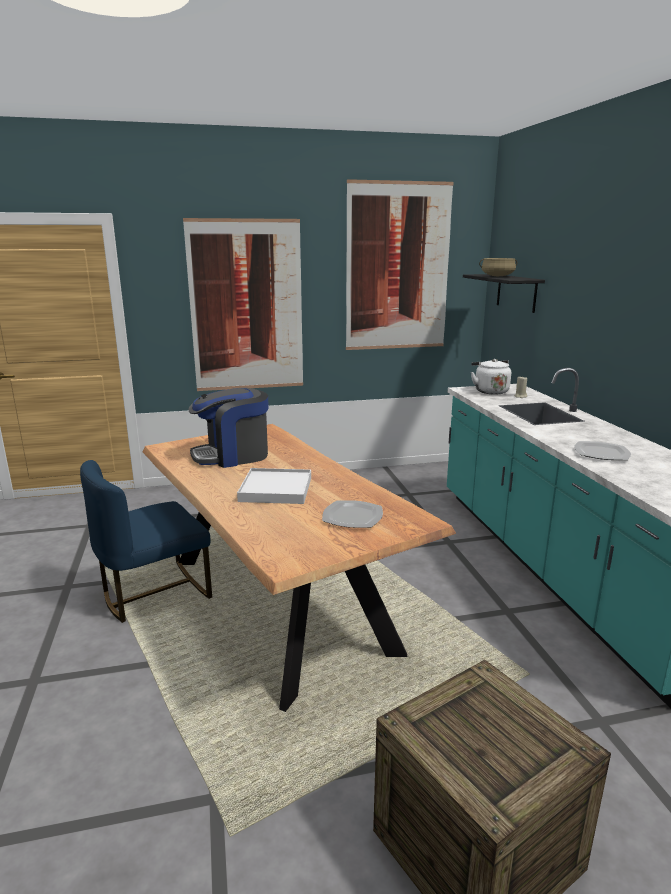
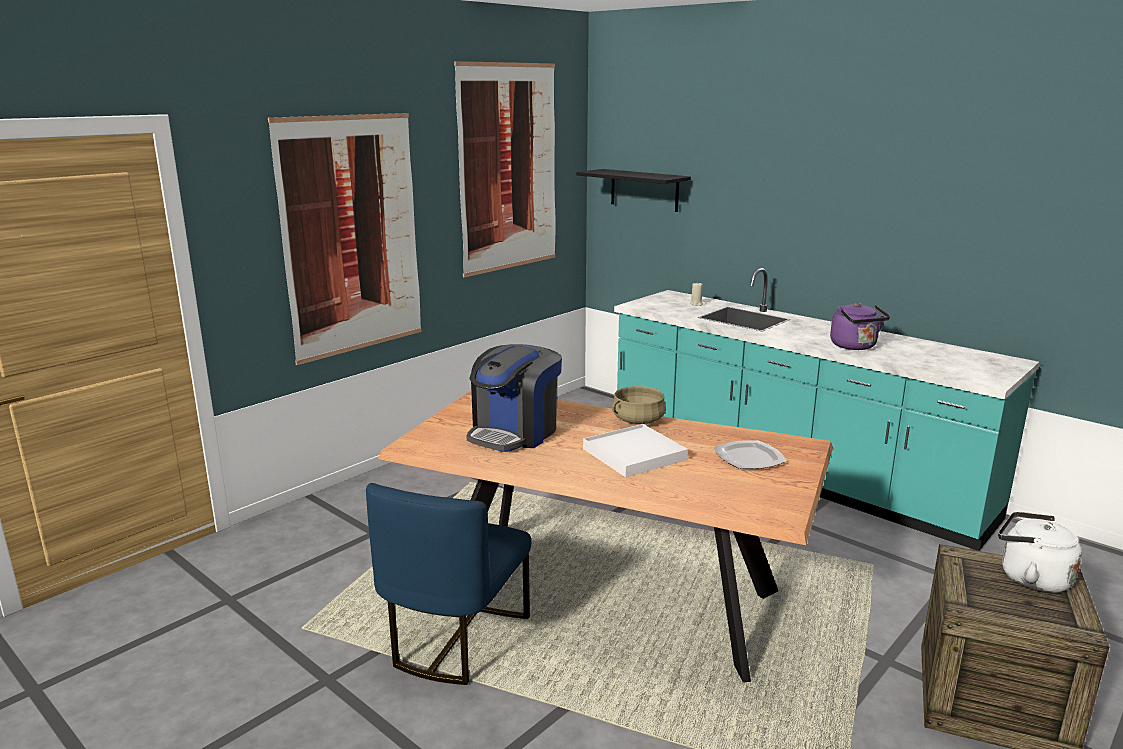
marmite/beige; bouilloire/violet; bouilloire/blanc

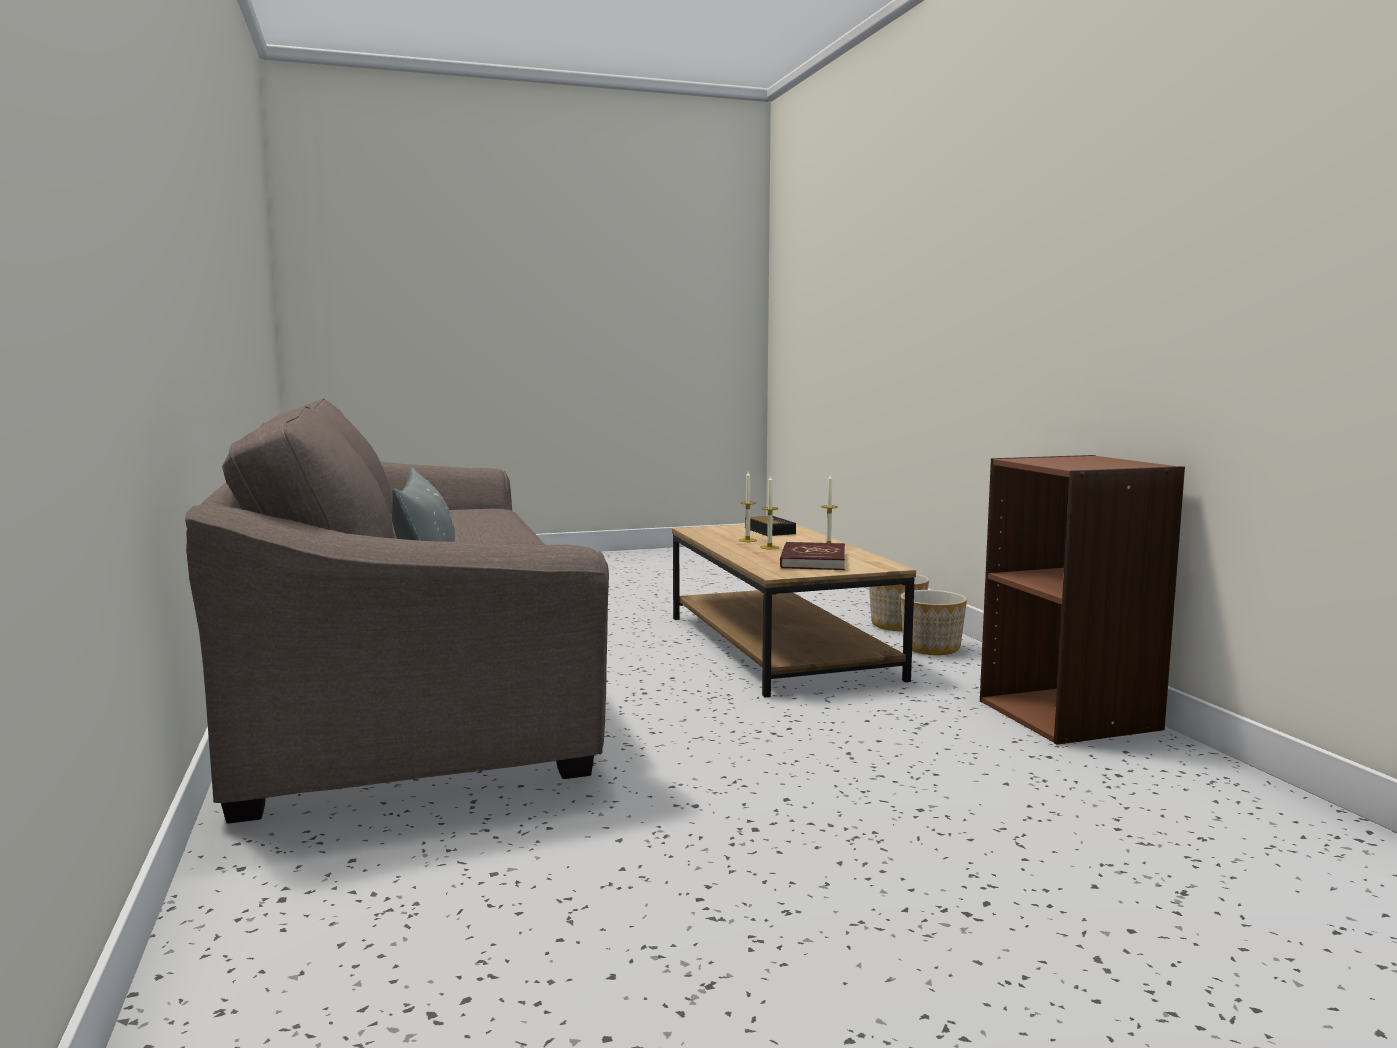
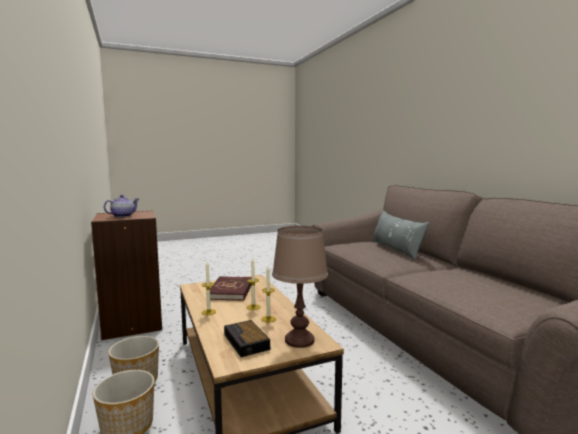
théière; lampe de table/marron

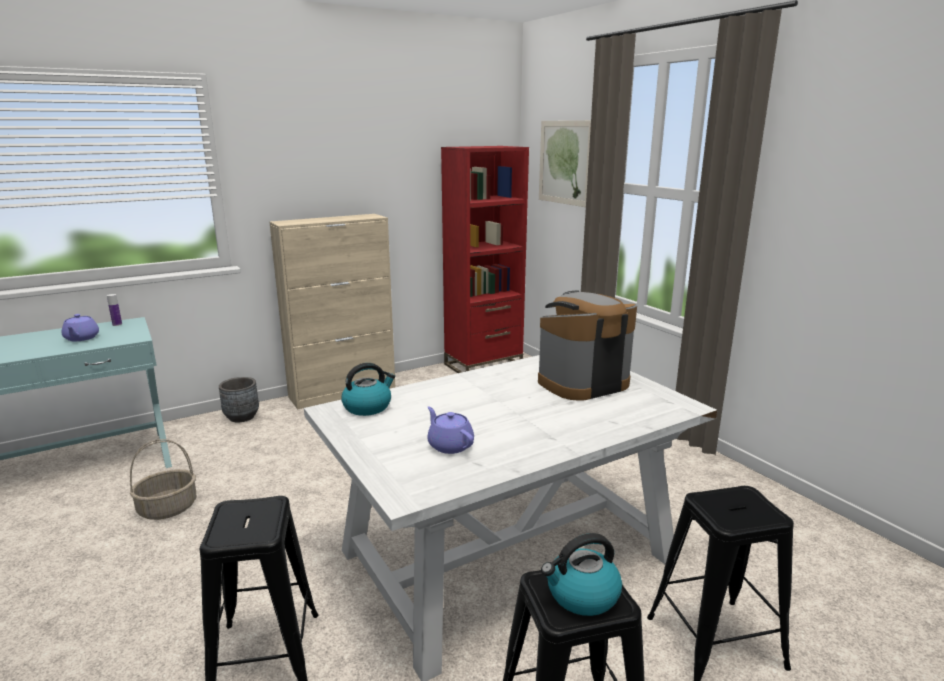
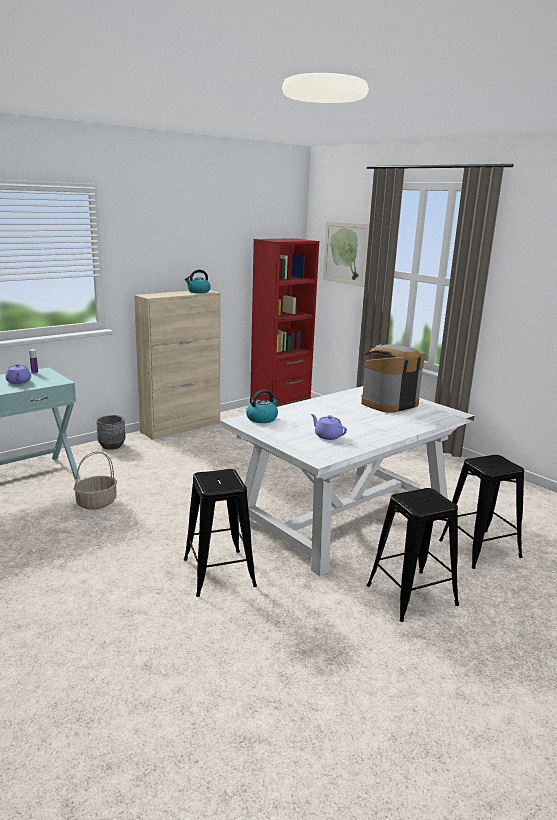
bouilloire (1st from left)

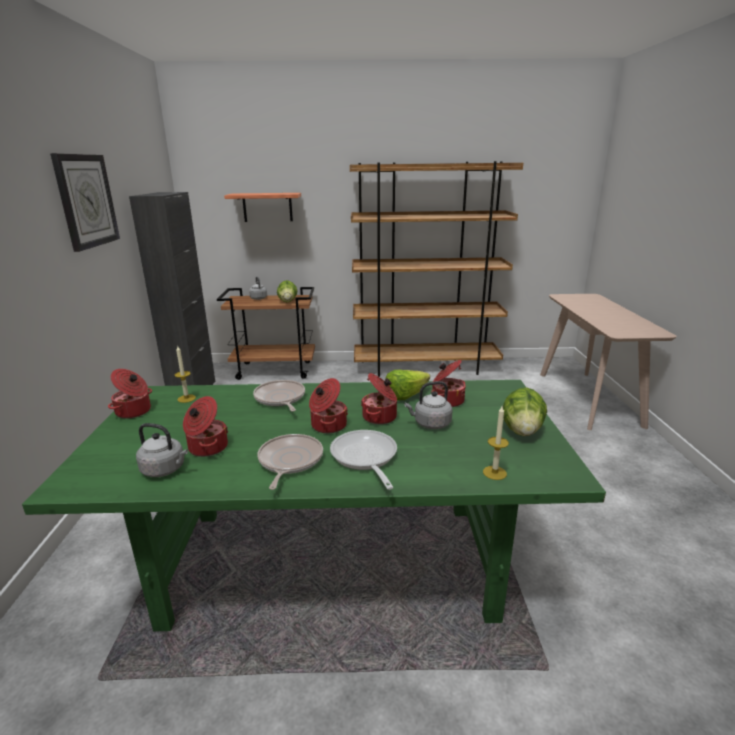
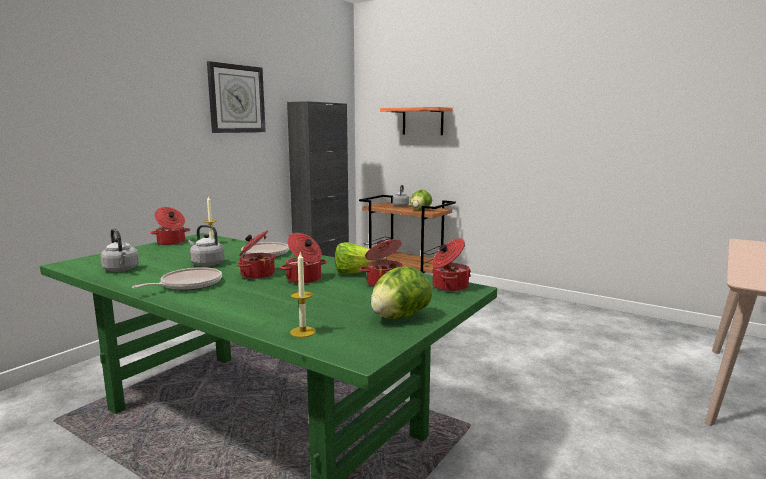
bouilloire/gris (2nd from left); marmite (5th from left); poêle (3rd from left in the first image); bibliothèque/marron

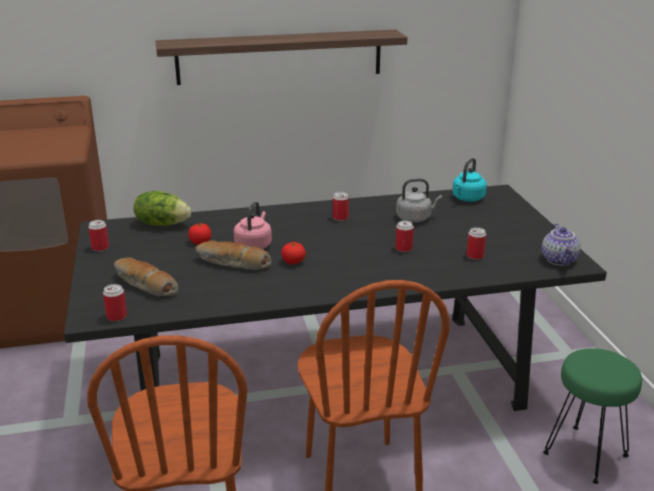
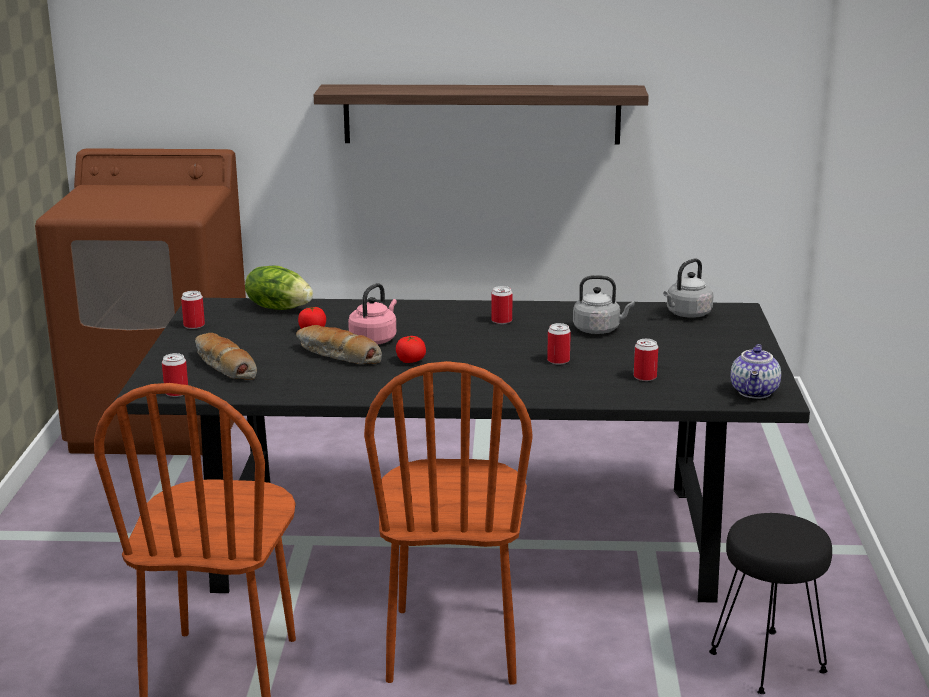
bouilloire/gris (2nd from left); tabouret/noir

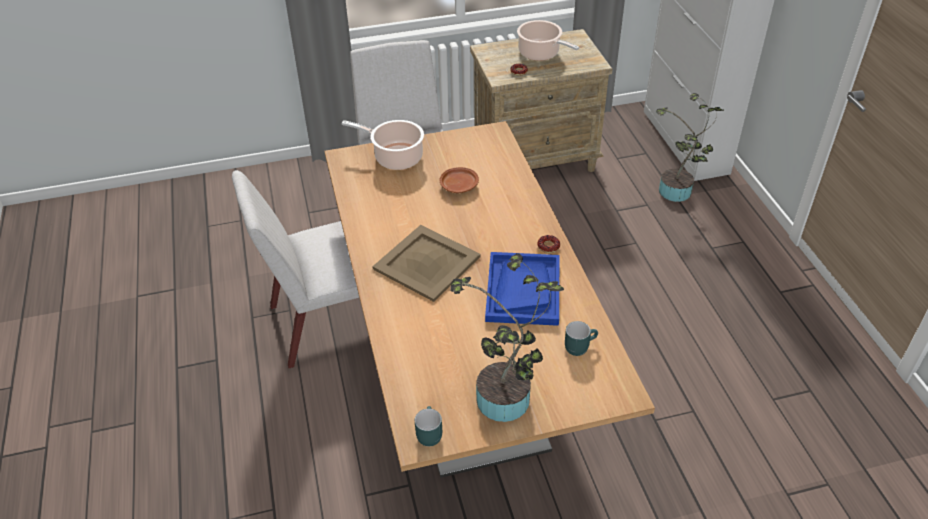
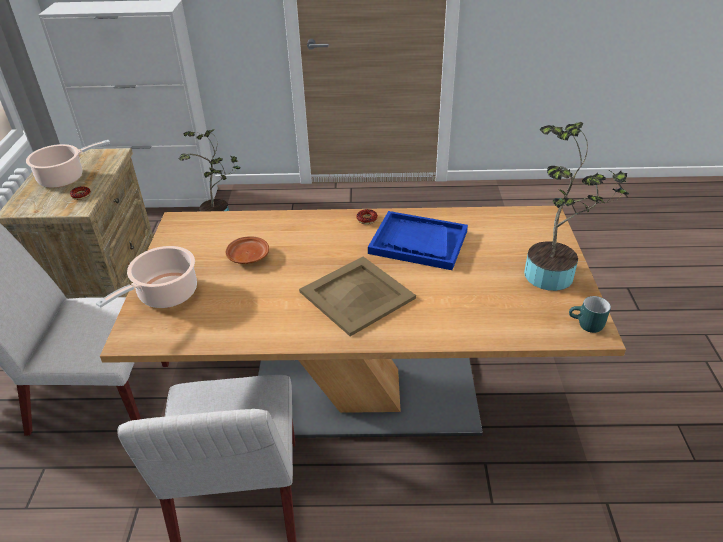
mug/turquoise (2nd from left in the first image)

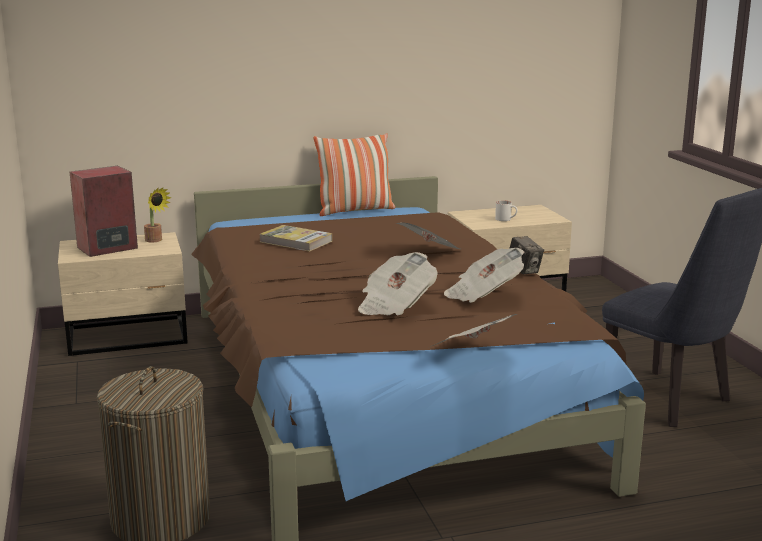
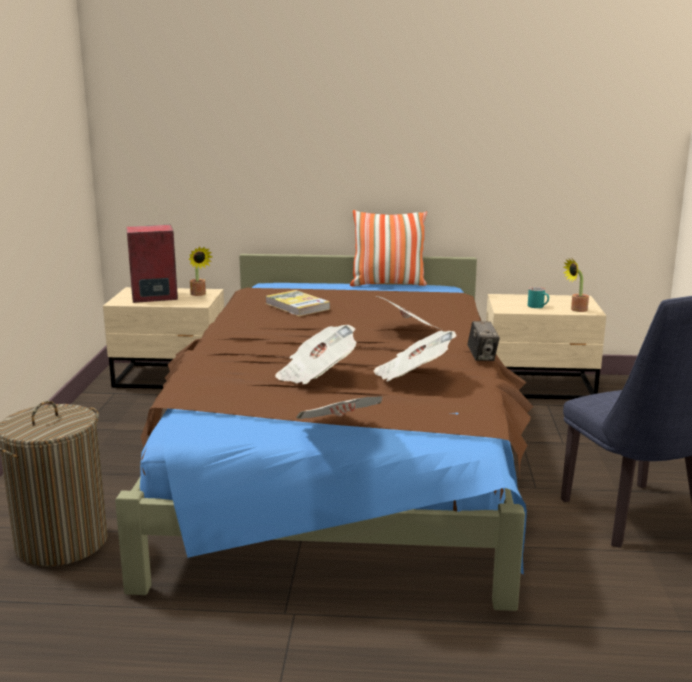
mug/turquoise; plante en pot (2nd from left)

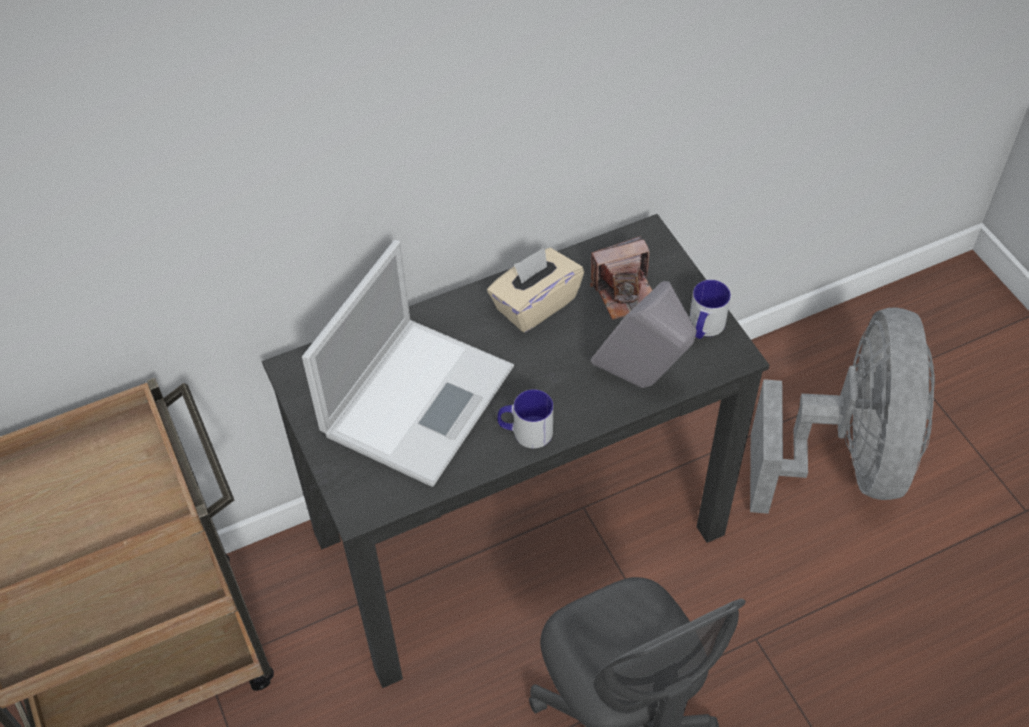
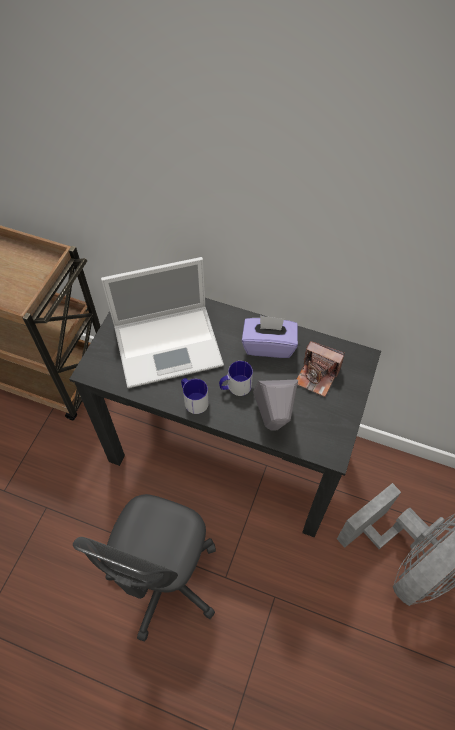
mug (2nd from left); boîte à mouchoirs/violet

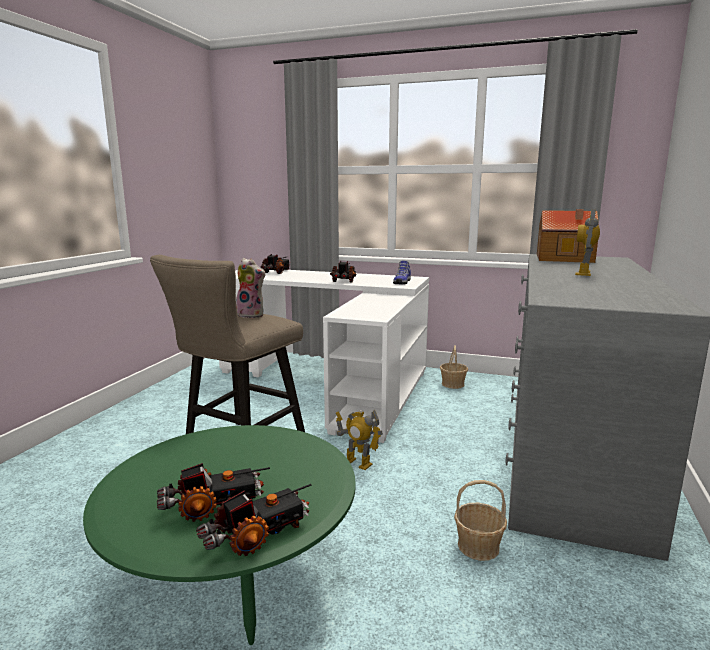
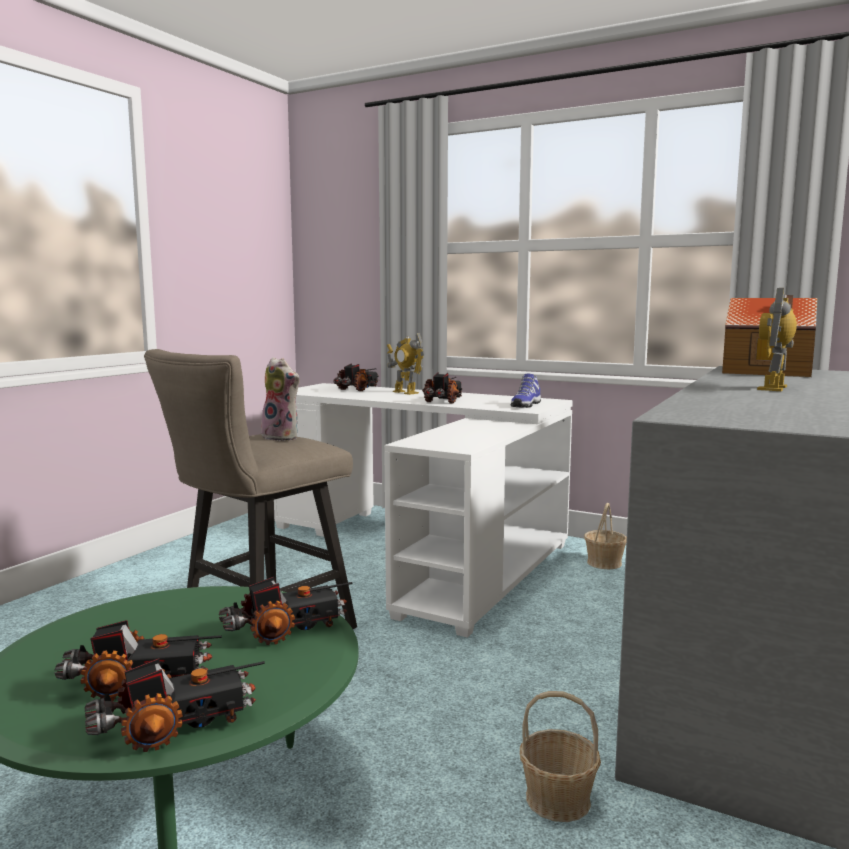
camion jouet (3rd from left); robot jouet (1st from left)

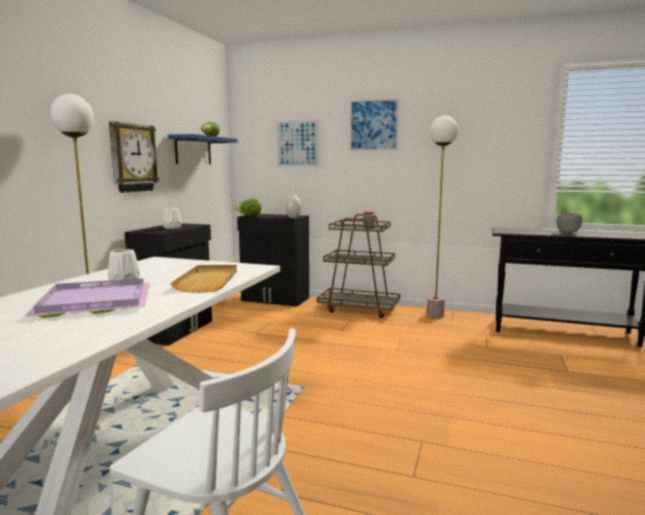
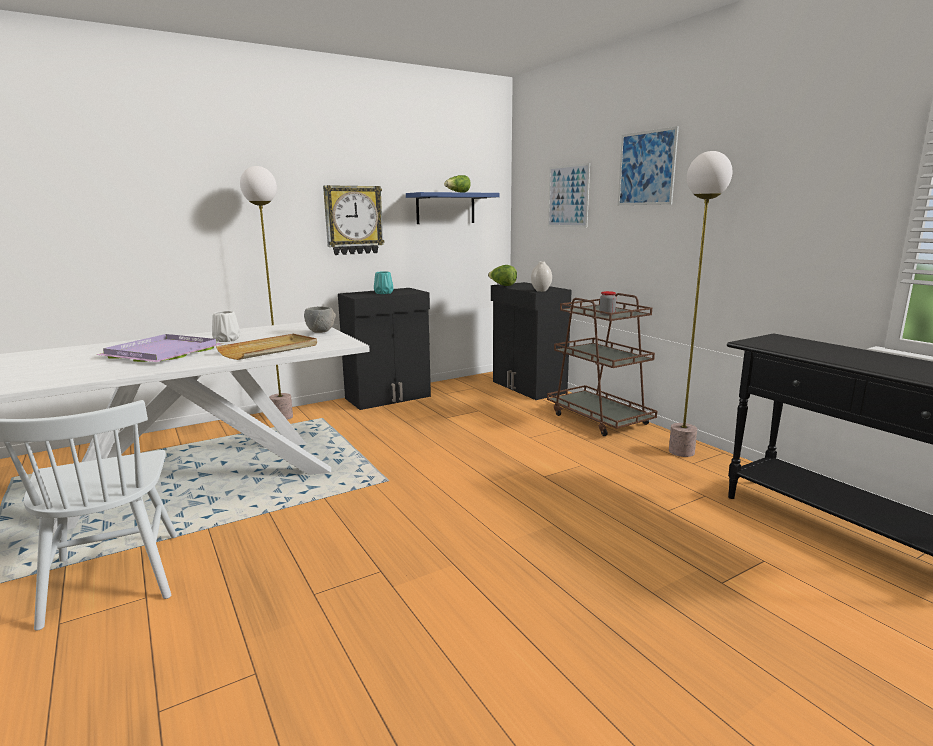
bol/gris; vase/turquoise

